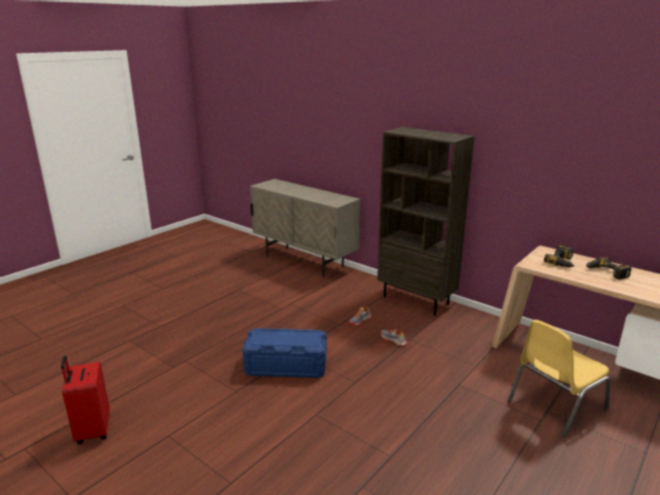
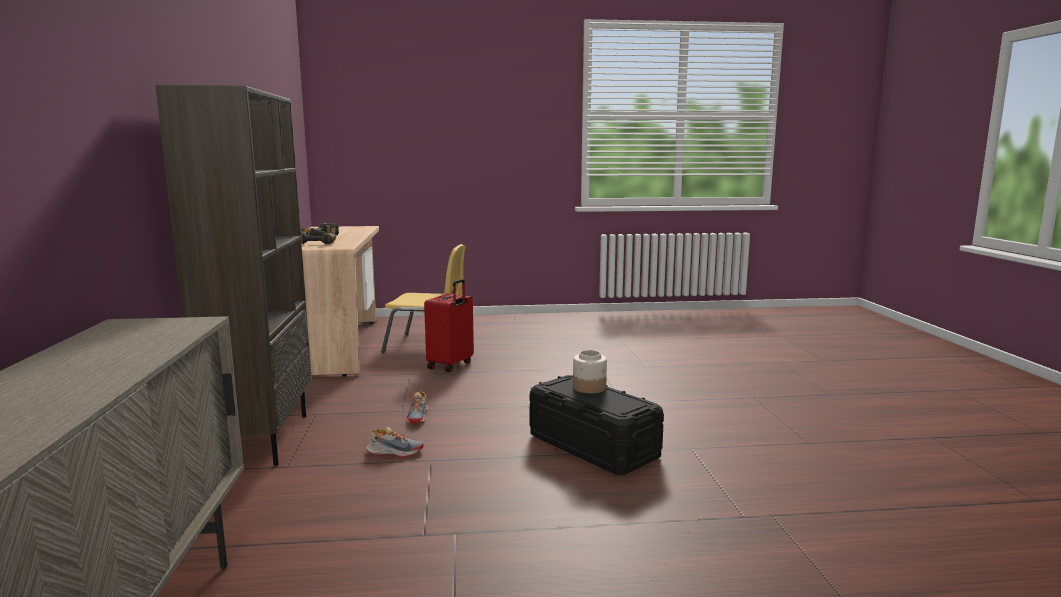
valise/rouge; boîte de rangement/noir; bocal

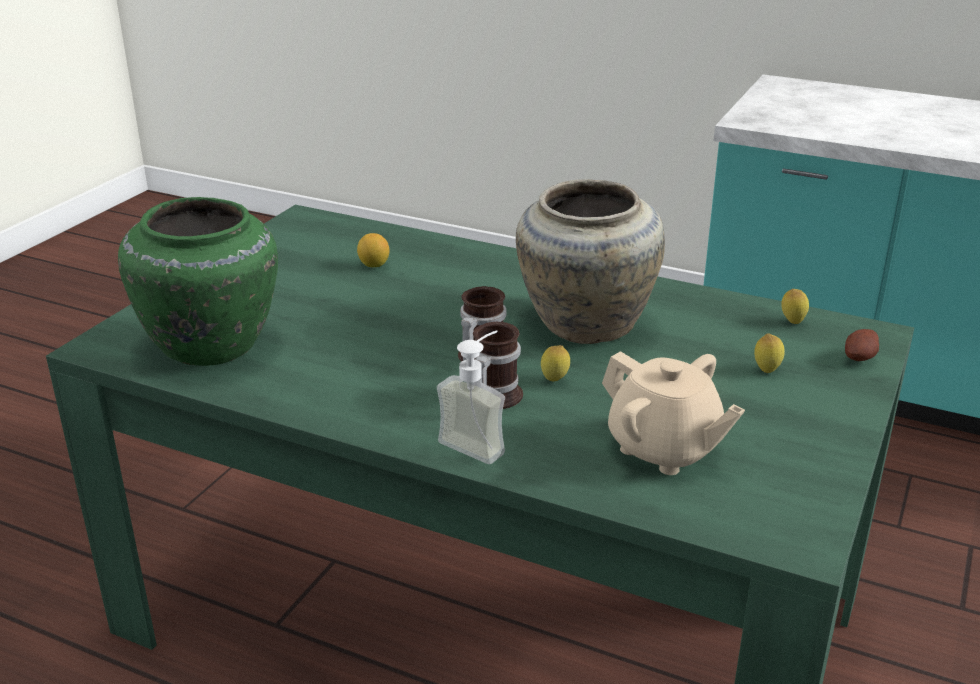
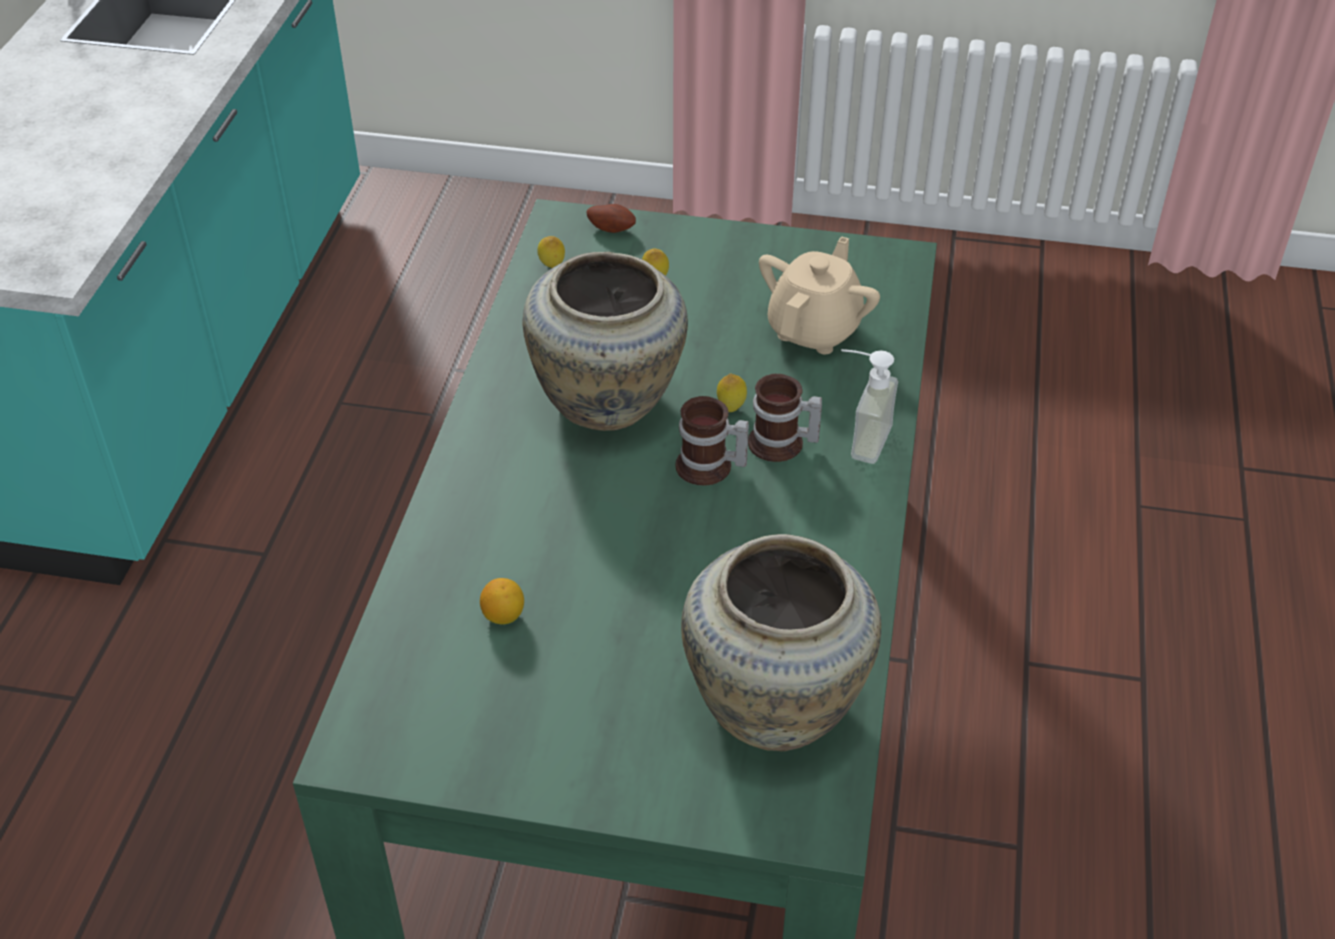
vase/beige (2nd from left)

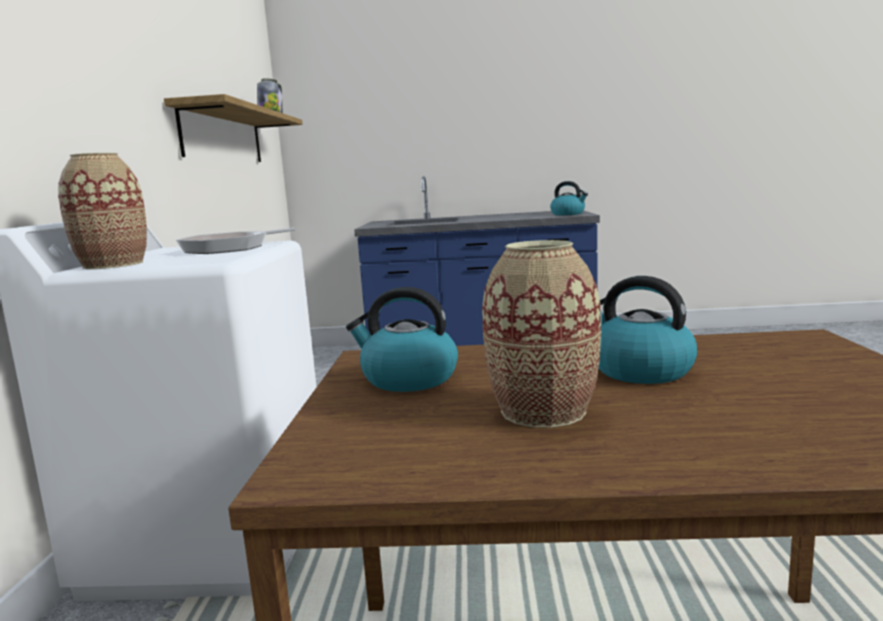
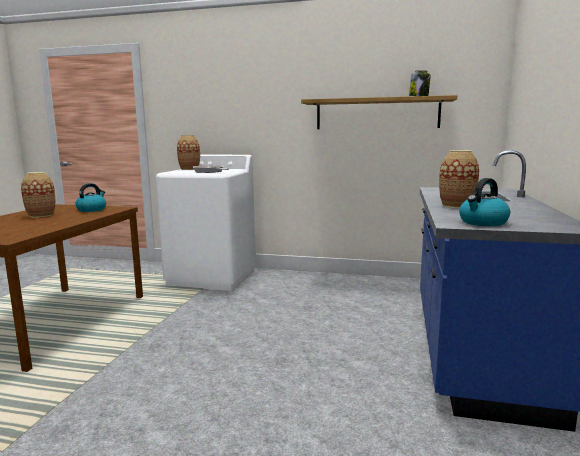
vase (3rd from left); bouilloire (3rd from left in the first image)

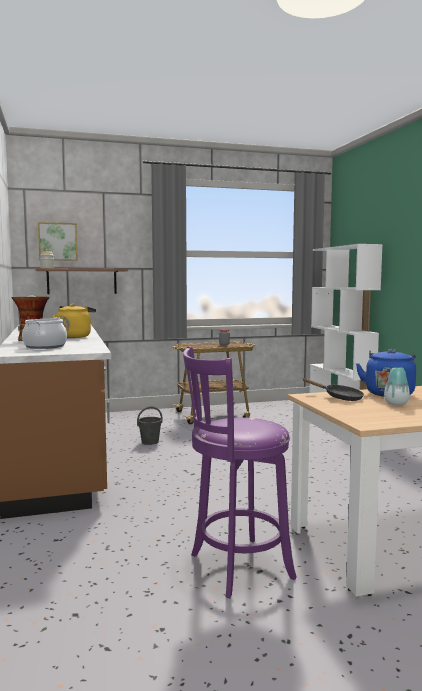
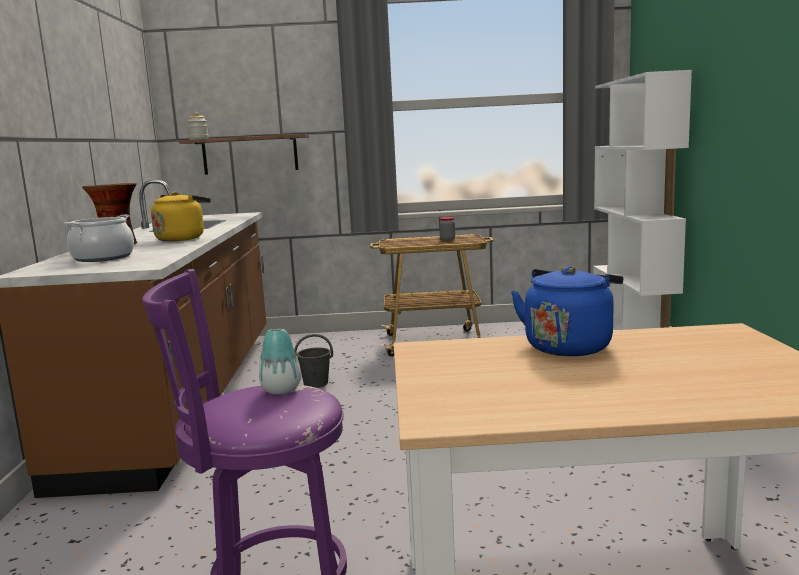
vase (2nd from left); tableau; poêle/noir

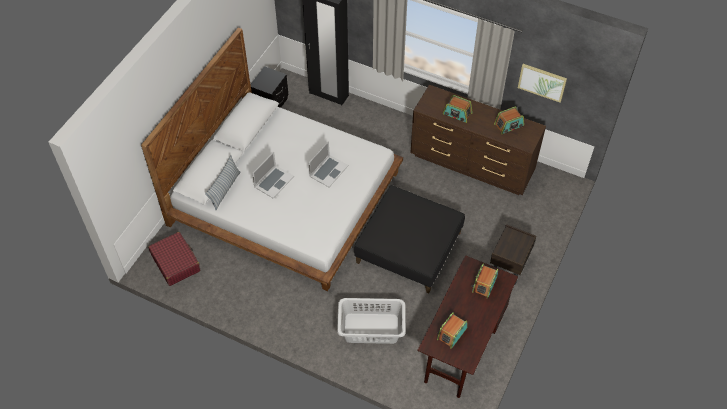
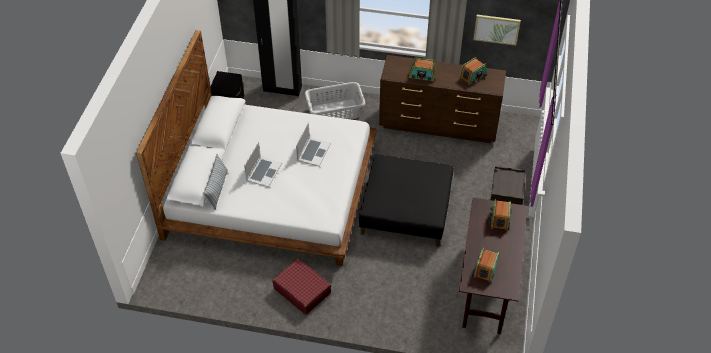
valise/rouge; panier à linge/gris

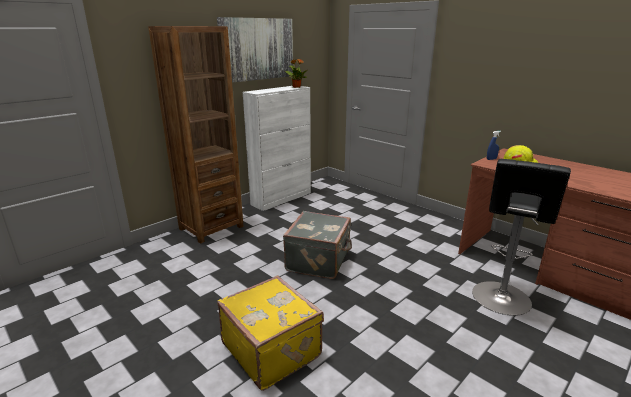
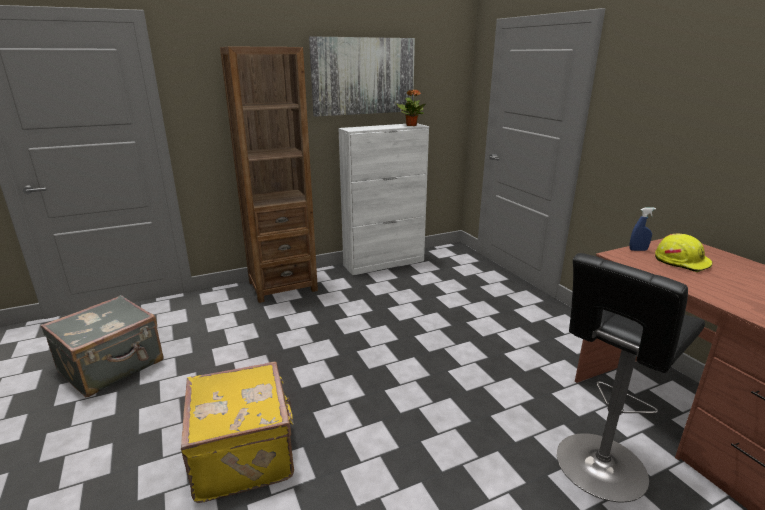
valise/gris

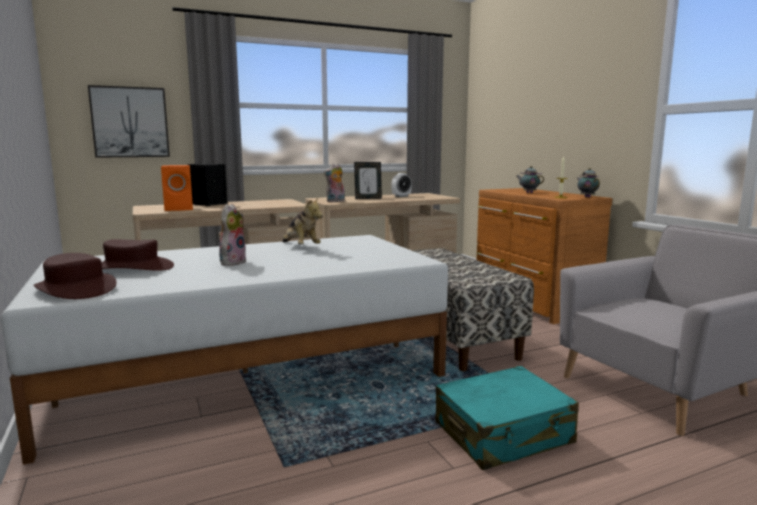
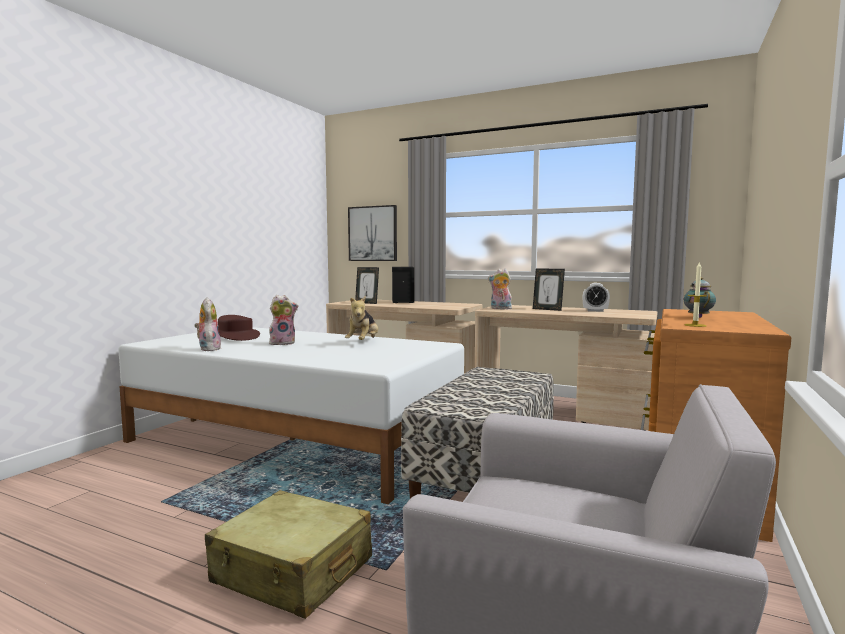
peluche (1st from left); valise/beige; cadre photo (1st from left); chapeau/marron (1st from left in the first image); théière (2nd from left in the first image)

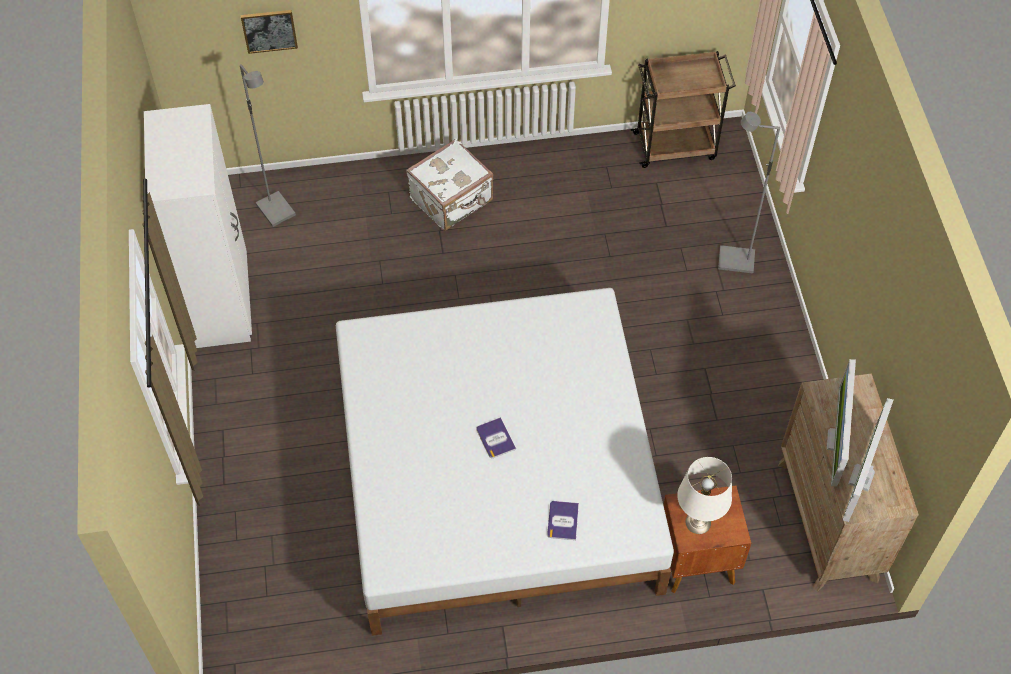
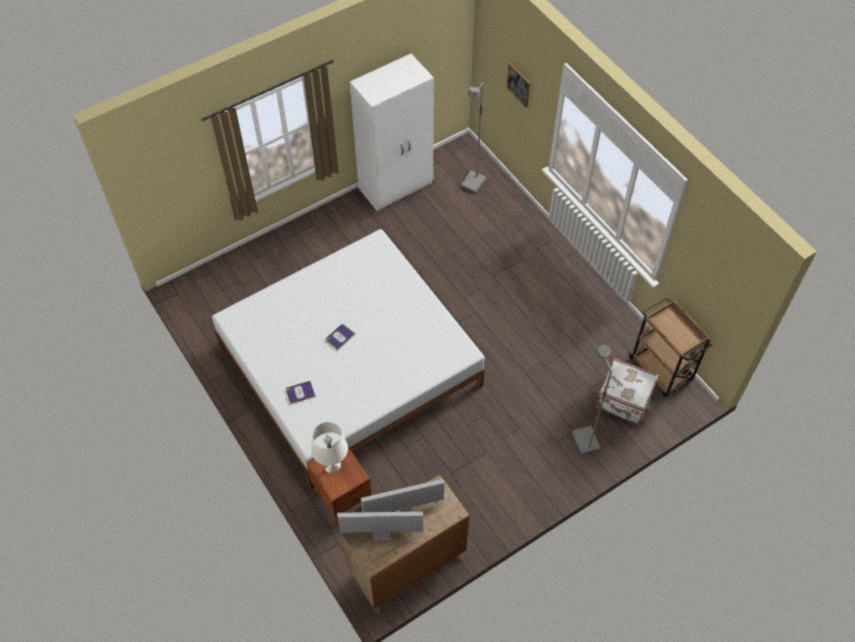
valise/blanc

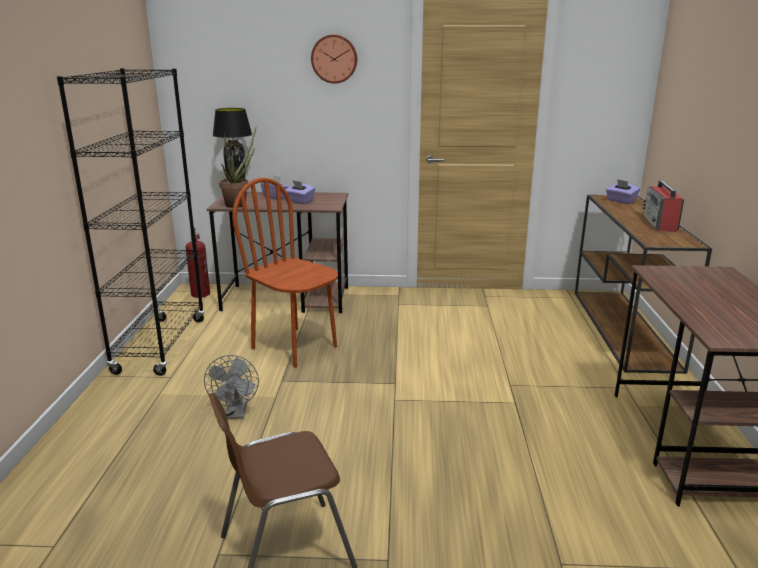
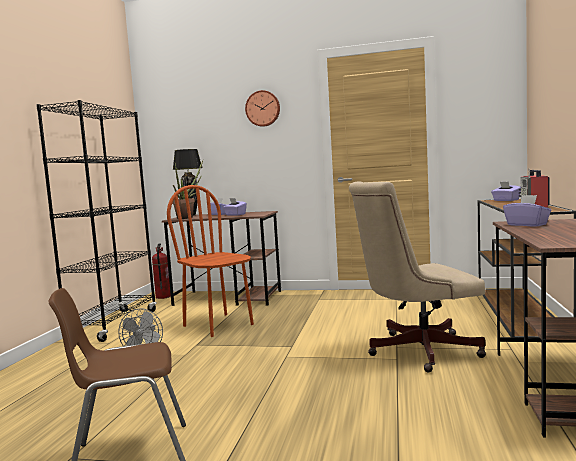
chaise de bureau/beige; boîte à mouchoirs/violet (4th from left)

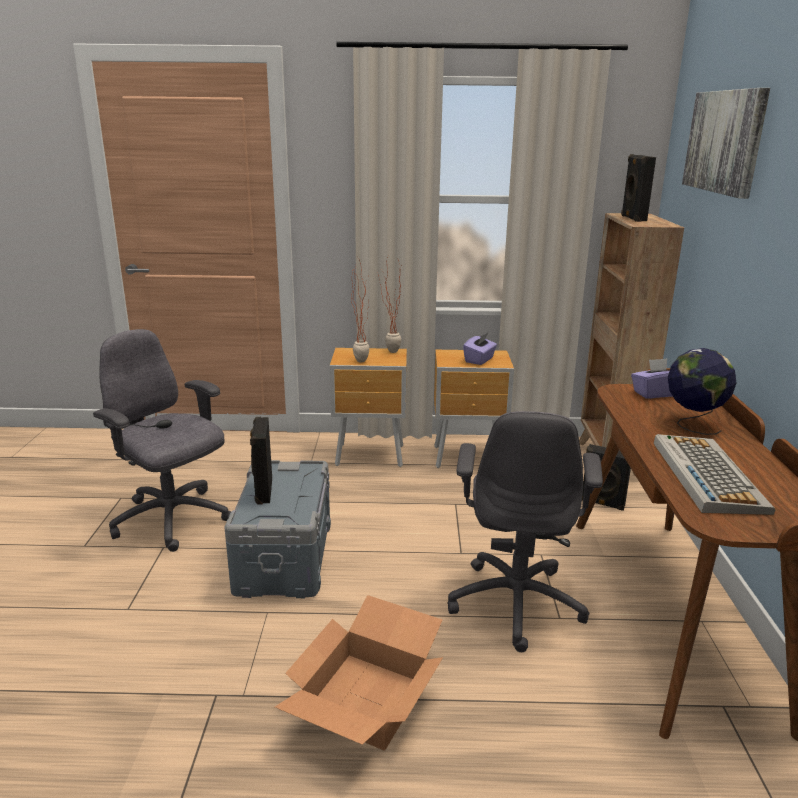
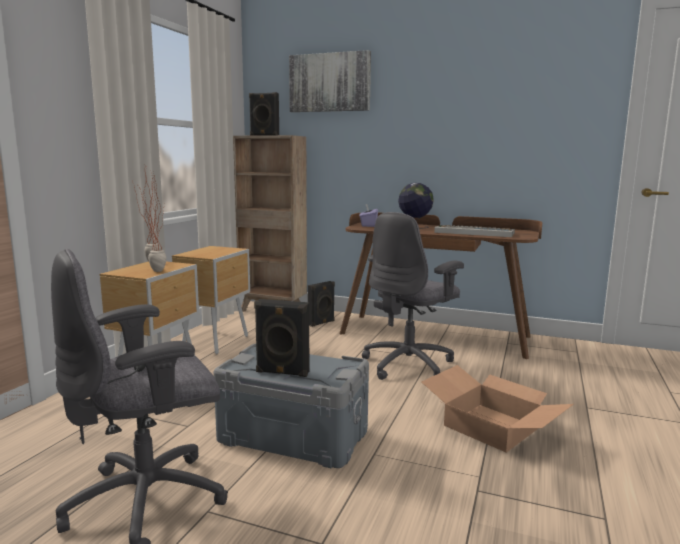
chaise de bureau/gris (2nd from left); boîte à mouchoirs/violet (1st from left in the first image)

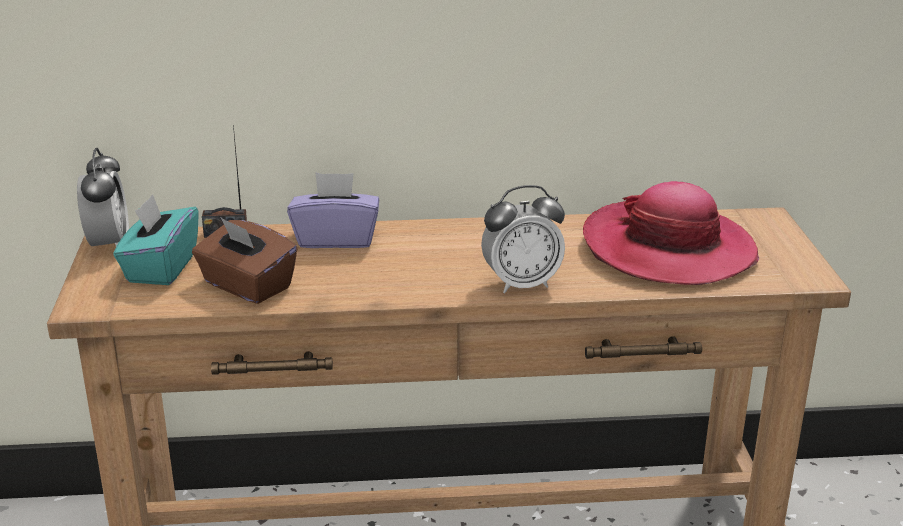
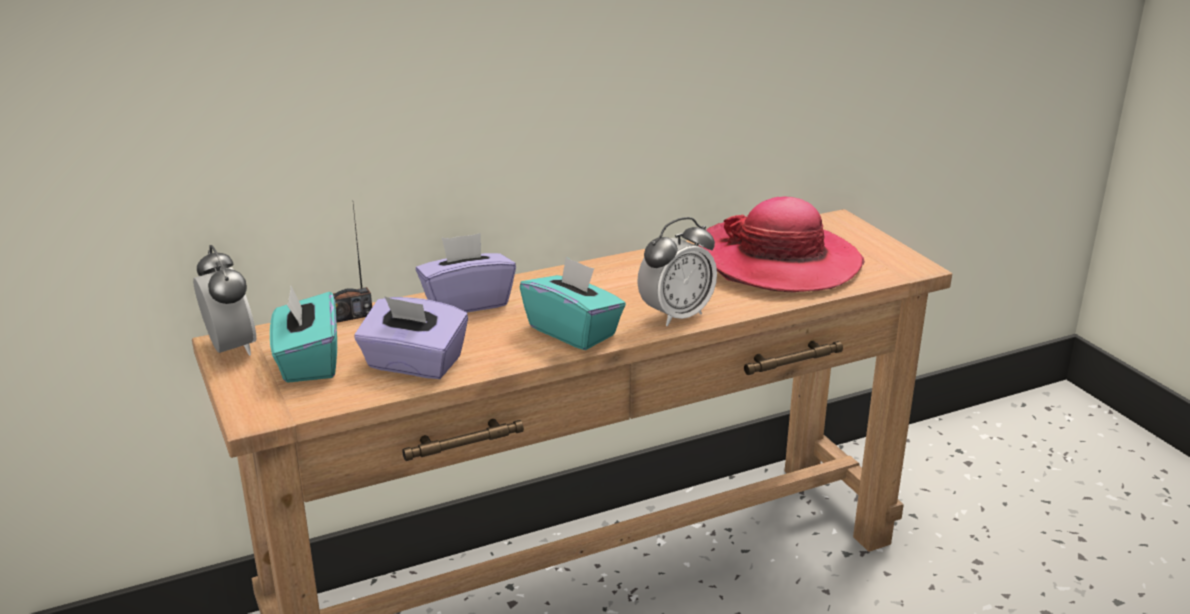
boîte à mouchoirs/violet (1st from left); boîte à mouchoirs/turquoise (2nd from left)

